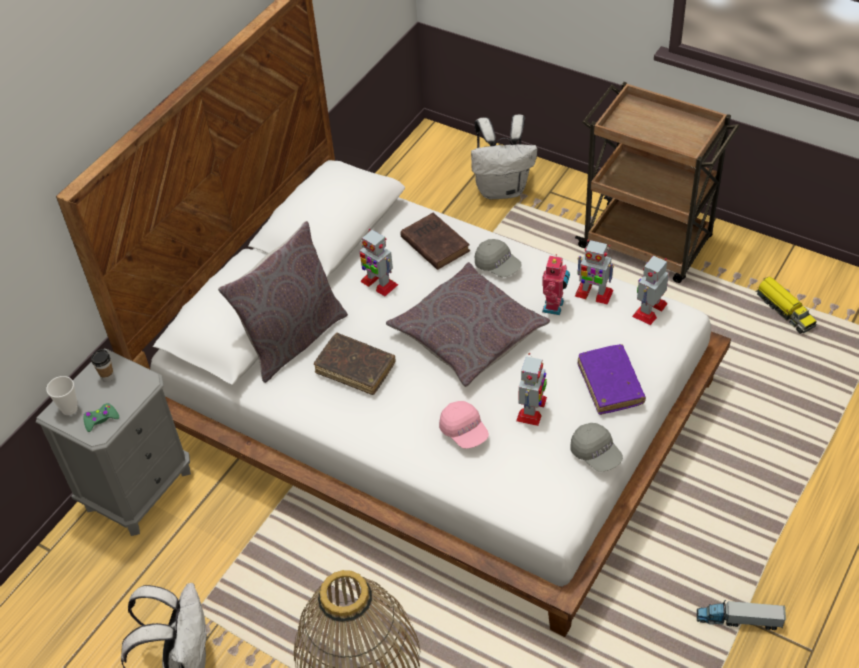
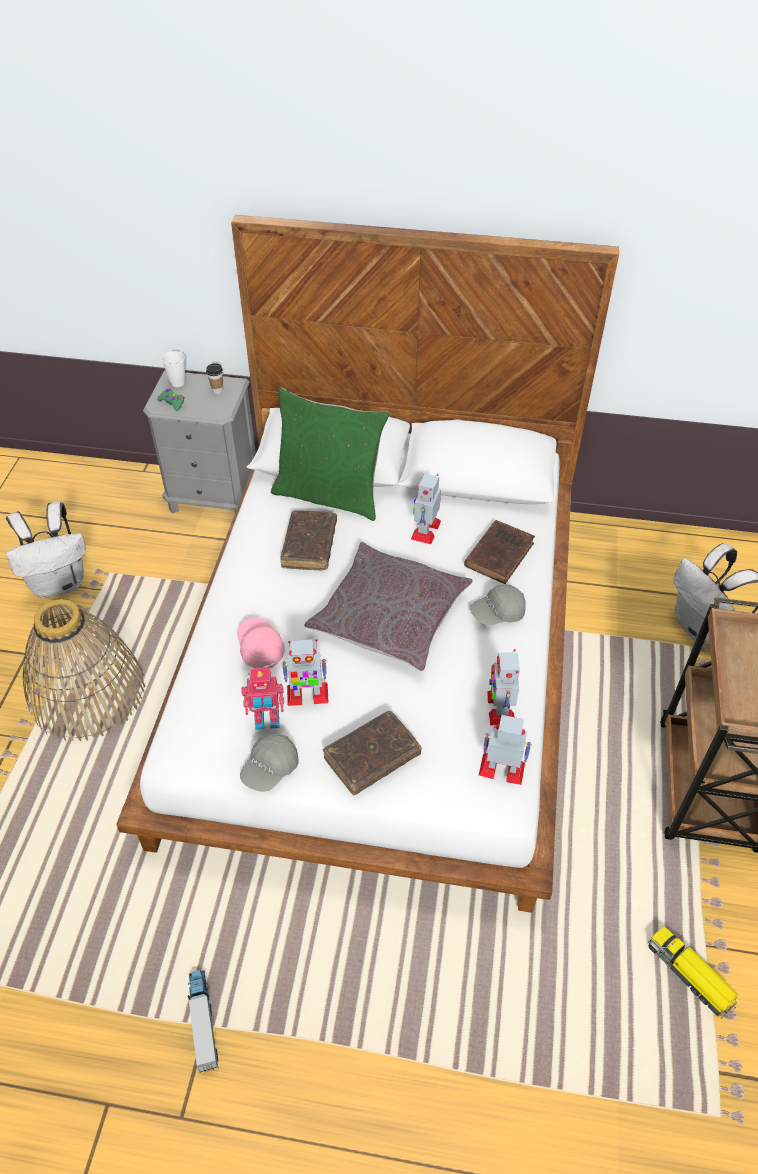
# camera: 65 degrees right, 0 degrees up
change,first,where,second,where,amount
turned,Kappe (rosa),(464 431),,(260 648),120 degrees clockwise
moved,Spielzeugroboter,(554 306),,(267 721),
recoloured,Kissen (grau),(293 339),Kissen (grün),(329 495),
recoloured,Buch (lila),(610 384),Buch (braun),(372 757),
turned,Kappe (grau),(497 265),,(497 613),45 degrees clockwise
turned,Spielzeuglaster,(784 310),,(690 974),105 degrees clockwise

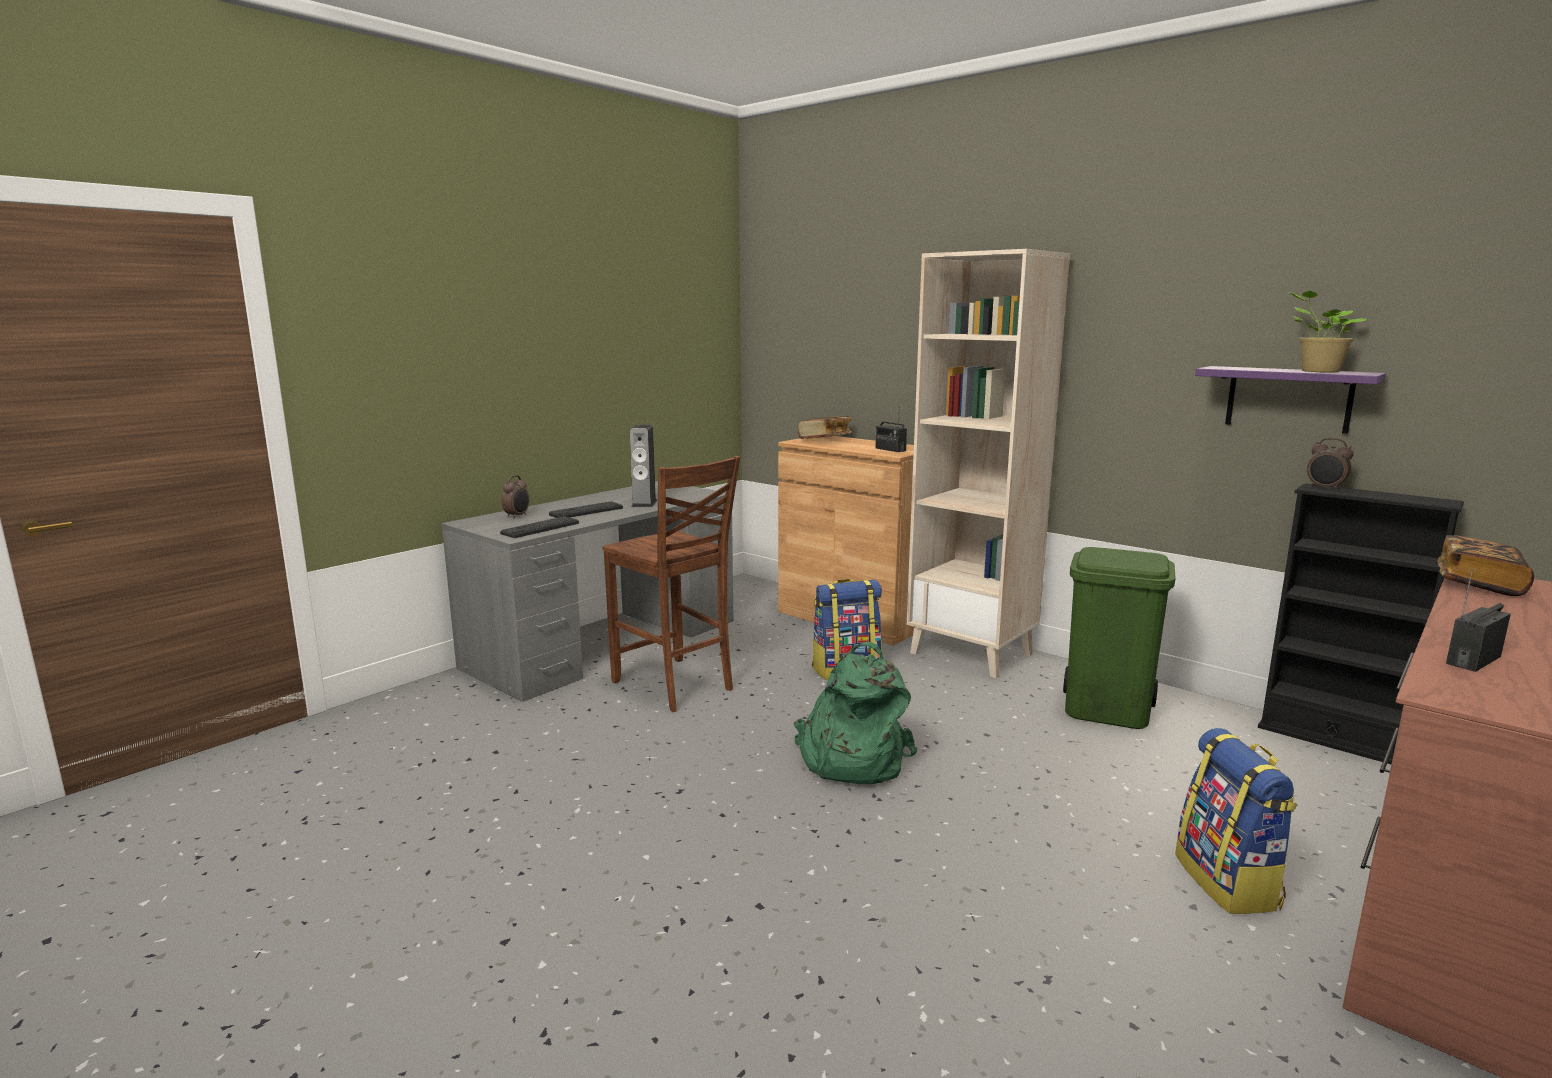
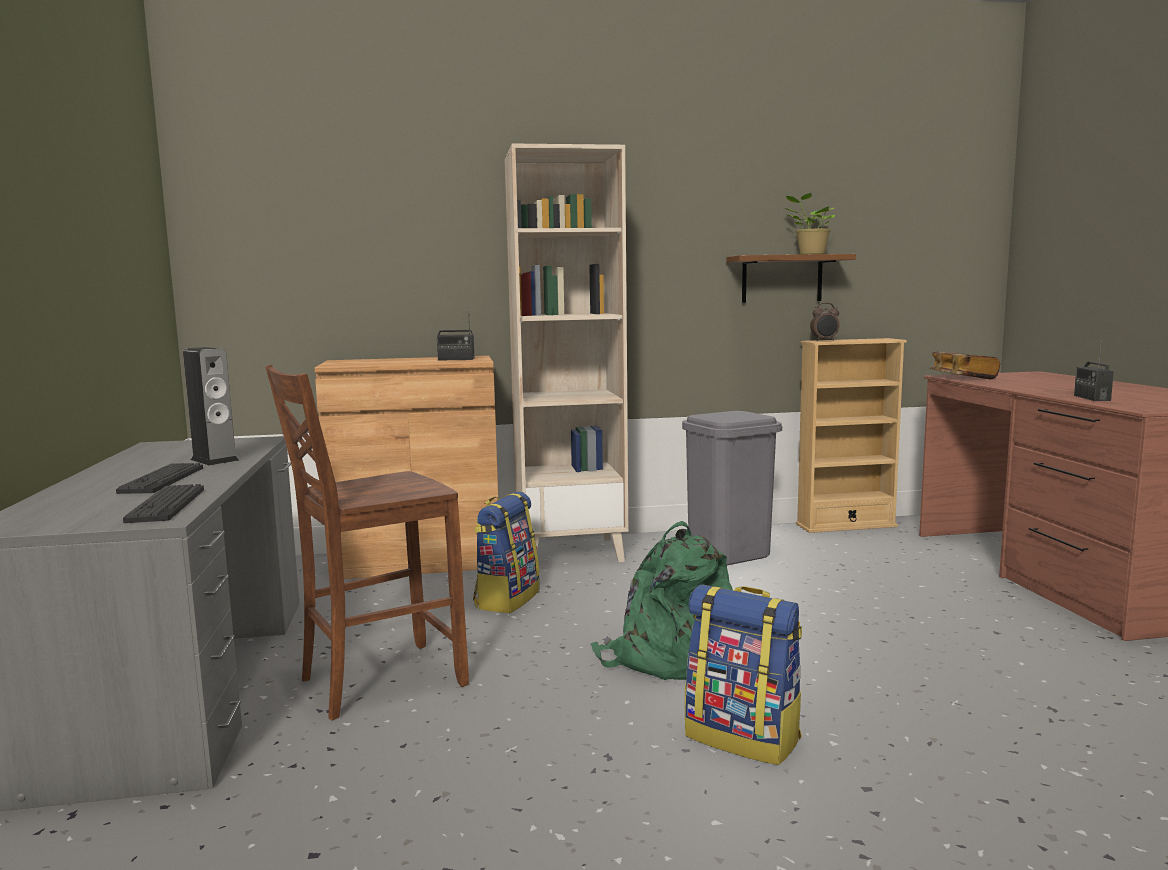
# camera: 50 degrees left, 5 degrees down
change,first,where,second,where,amount
turned,Stuhl (braun),(674 686),,(378 681),150 degrees clockwise
recoloured,Mülleimer (grün),(1108 710),Mülleimer (grau),(729 554),
moved,Rucksack,(1228 882),,(744 737),
recoloured,Wandregal (lila),(1288 399),Wandregal (braun),(782 279),
recoloured,Bücherregal (schwarz),(1332 739),Bücherregal (beige),(845 525),
removed,Wecker,(517 516),,,
removed,Buch,(825 439),,,

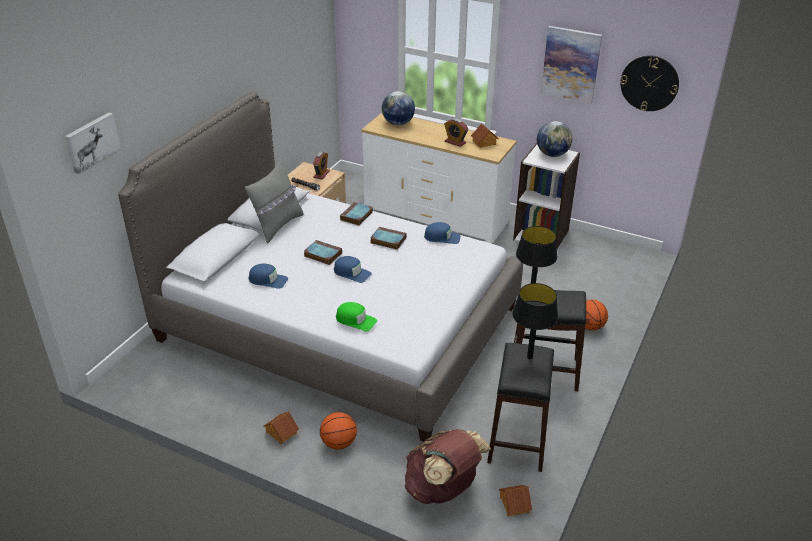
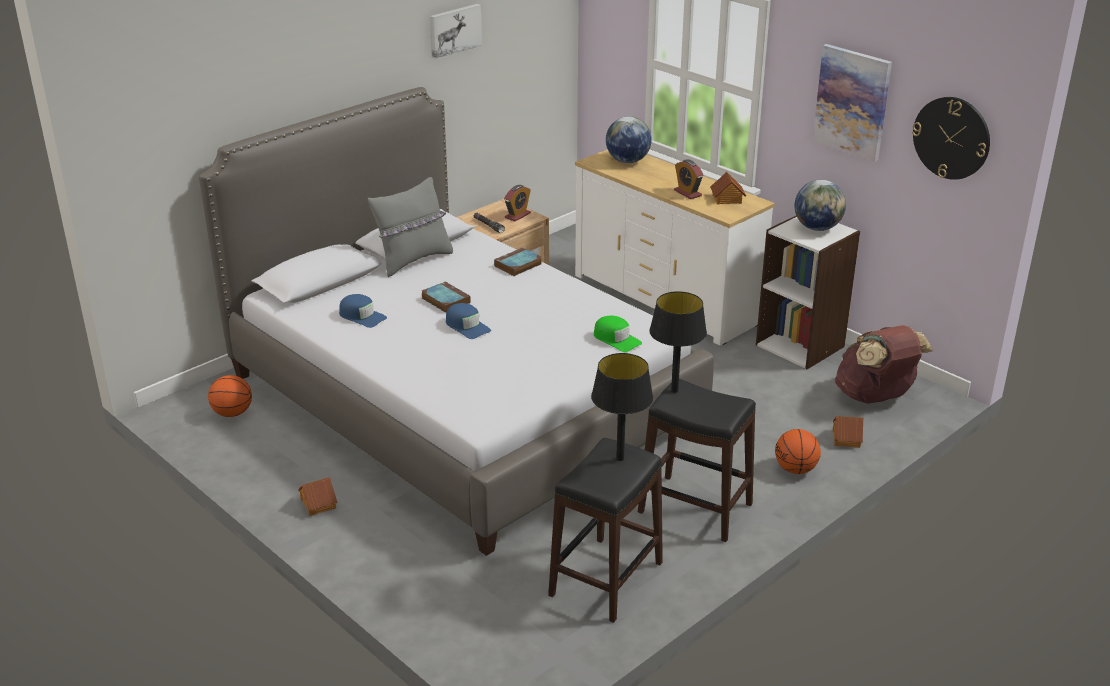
# camera: 20 degrees right, 5 degrees down
change,first,where,second,where,amount
moved,Basketball,(338 443),,(232 413),
moved,Bild,(91 142),,(454 30),
moved,Kappe (grün),(356 320),,(616 339),
moved,Spielzeughaus,(514 504),,(845 438),
moved,Rucksack (braun),(442 489),,(875 397),
removed,Buch,(387 240),,,
removed,Kappe (blau),(442 237),,,

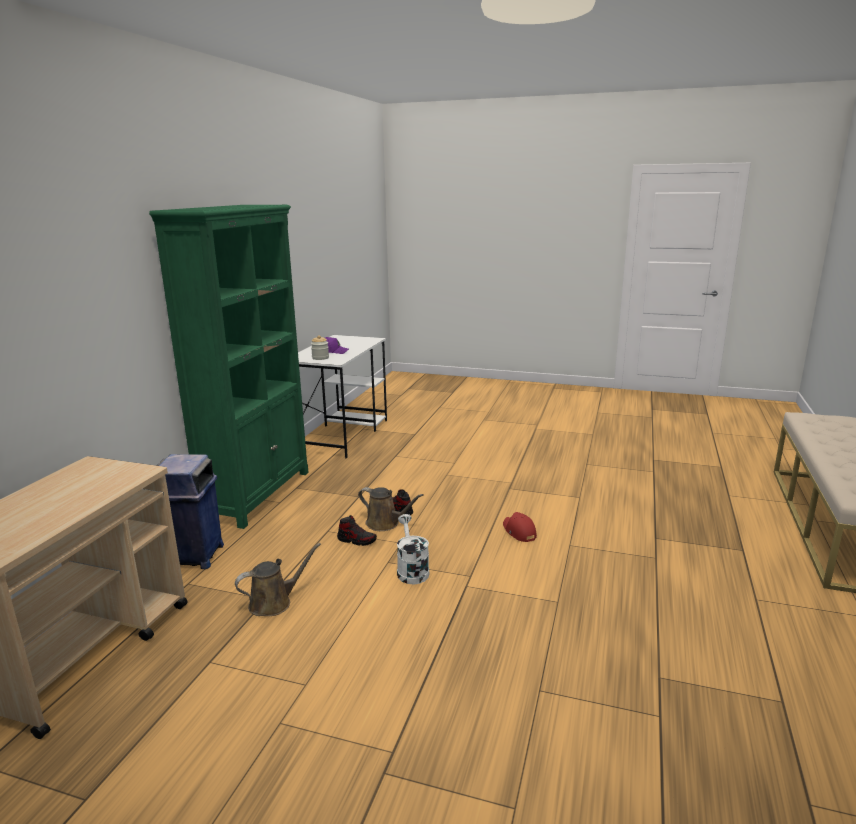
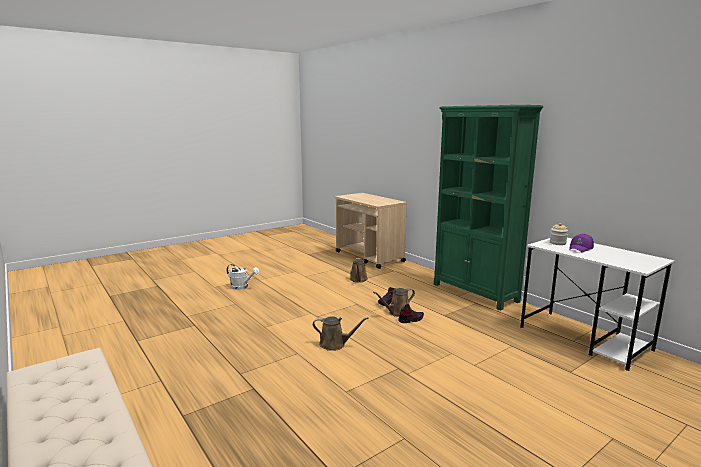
# camera: 125 degrees right, 5 degrees down
change,first,where,second,where,amount
moved,Gießkanne (weiß),(411 570),,(242 287),
replaced,Kappe (rot),(518 532),Gießkanne (braun),(335 344),
removed,Mülleimer (blau),(194 556),,,

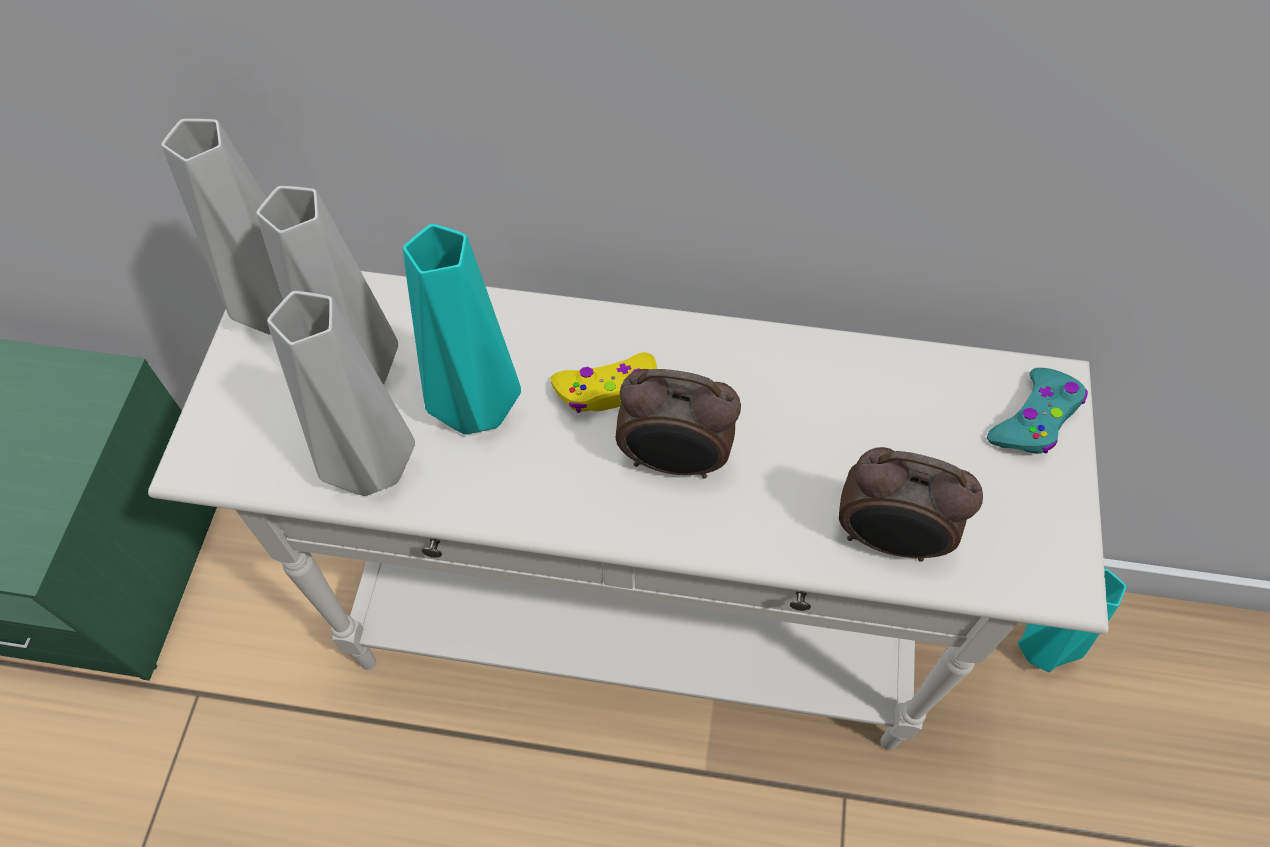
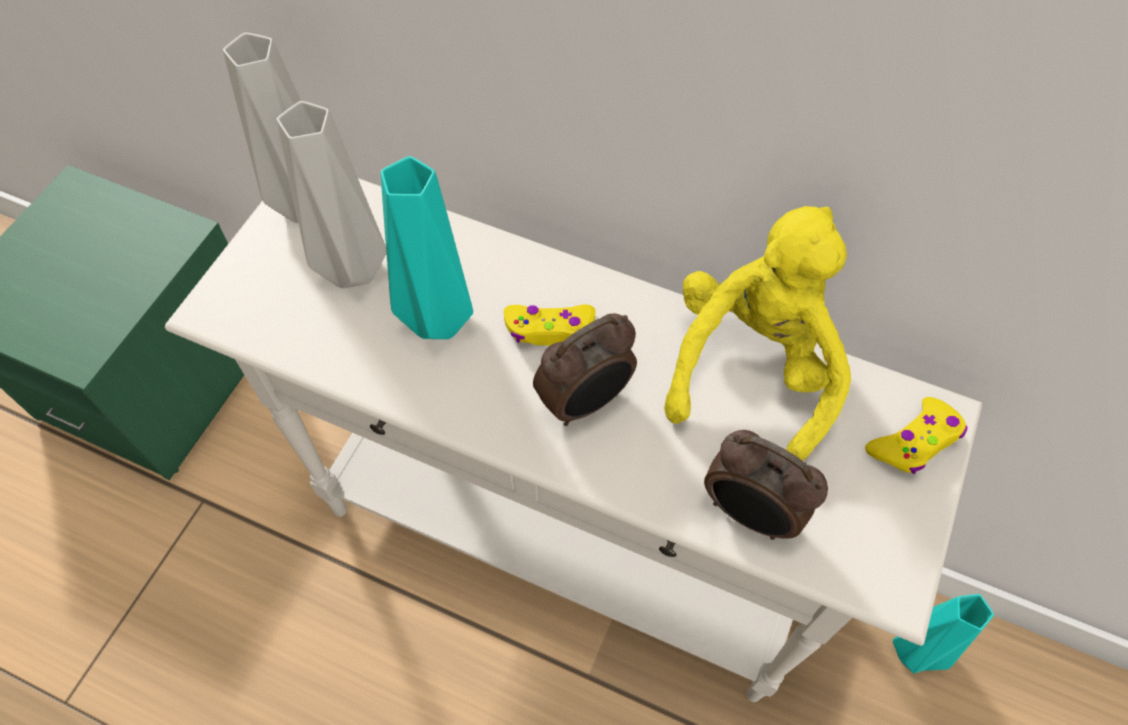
# camera: 15 degrees right, 0 degrees up
change,first,where,second,where,amount
turned,Wecker,(674 461),,(586 401),60 degrees counterclockwise
added,,,Plüschtier (gelb),(752 367),
recoloured,Gamepad (türkis),(1034 419),Gamepad (gelb),(914 442),
removed,Vase (grau),(369 471),,,

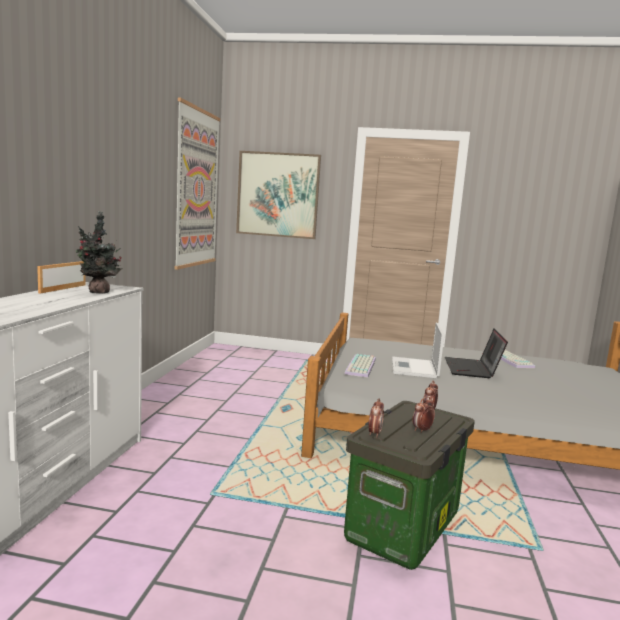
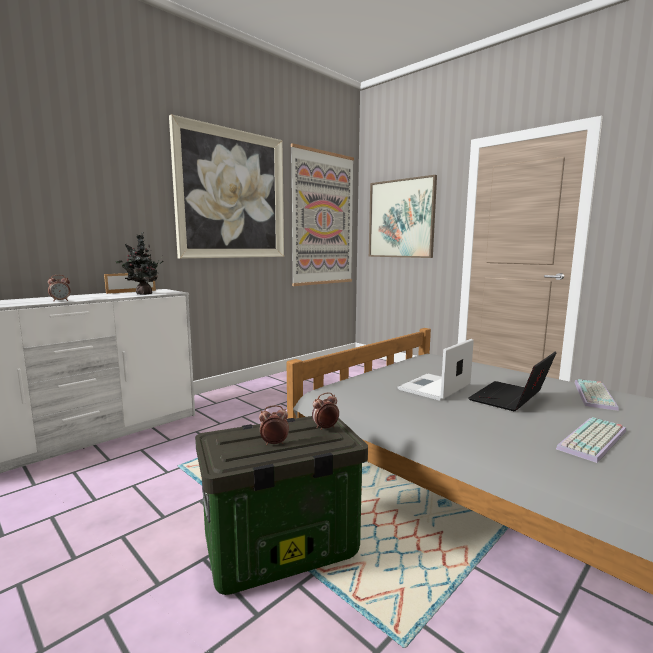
# camera: 35 degrees right, 0 degrees up
change,first,where,second,where,amount
moved,Wecker,(374 433),,(60 301),
added,,,Bild,(232 195),
moved,Tastatur,(362 367),,(594 441),

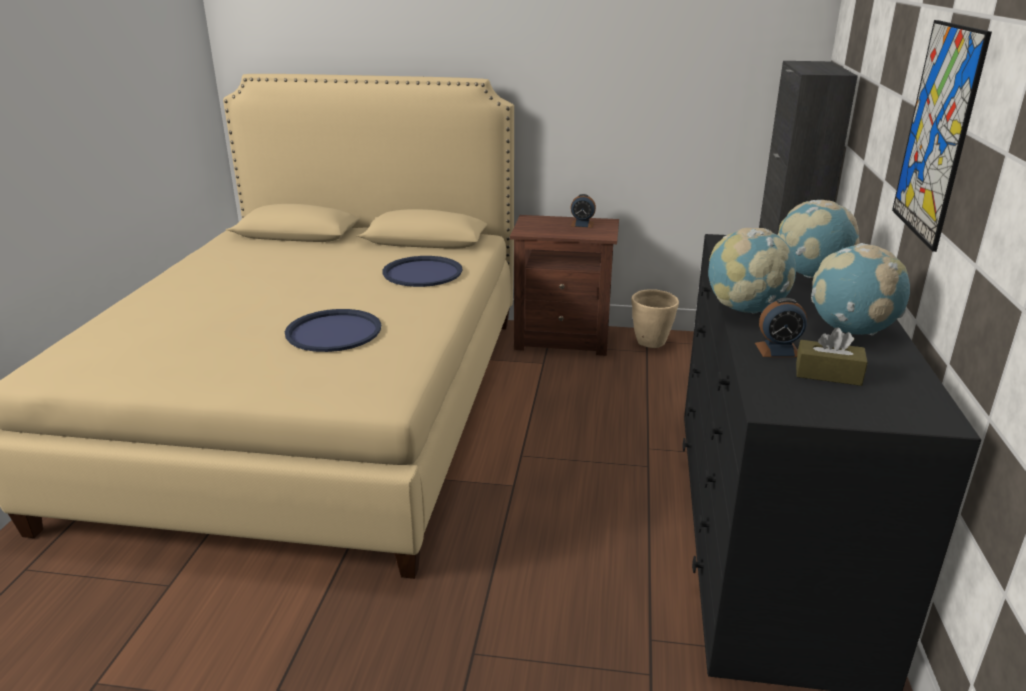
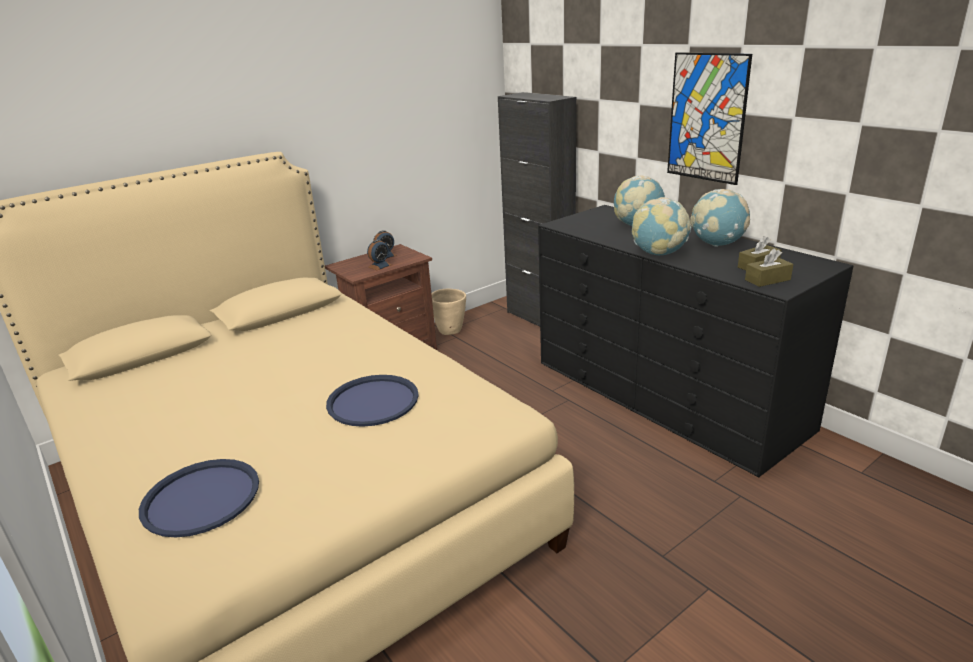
# camera: 45 degrees left, 0 degrees up
change,first,where,second,where,amount
moved,Tablett (blau),(422 273),,(201 498),
moved,Wecker,(778 350),,(380 266),
added,,,Taschentuchbox (braun),(767 280),

